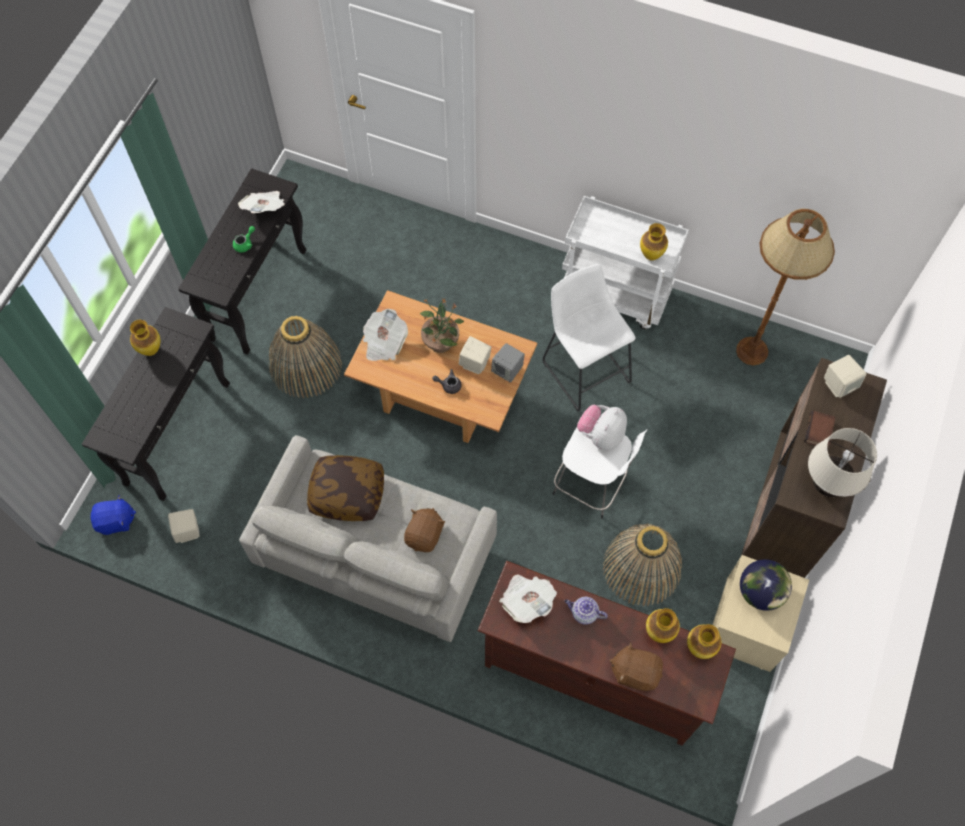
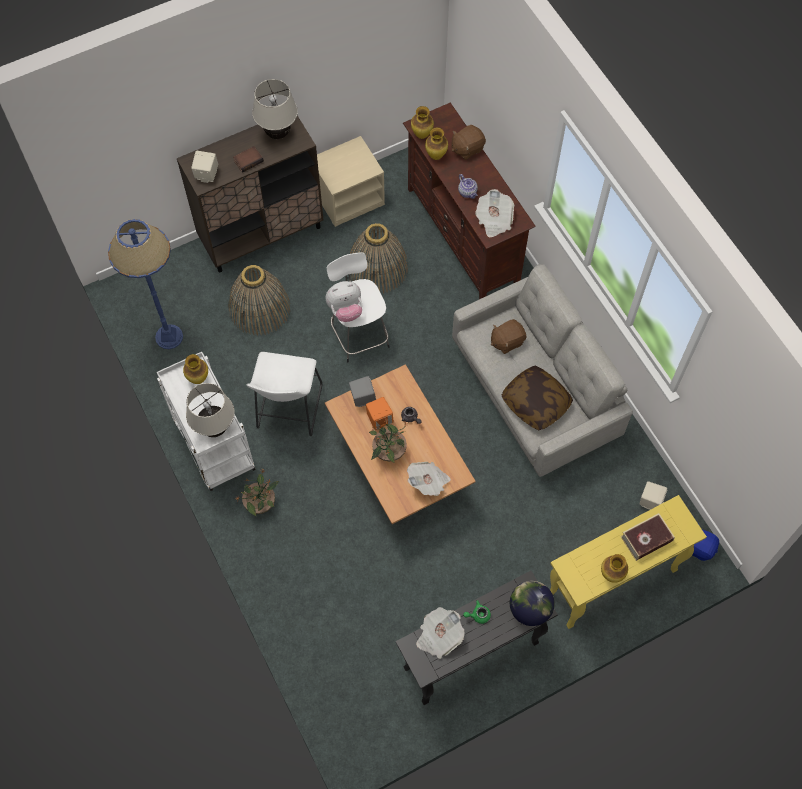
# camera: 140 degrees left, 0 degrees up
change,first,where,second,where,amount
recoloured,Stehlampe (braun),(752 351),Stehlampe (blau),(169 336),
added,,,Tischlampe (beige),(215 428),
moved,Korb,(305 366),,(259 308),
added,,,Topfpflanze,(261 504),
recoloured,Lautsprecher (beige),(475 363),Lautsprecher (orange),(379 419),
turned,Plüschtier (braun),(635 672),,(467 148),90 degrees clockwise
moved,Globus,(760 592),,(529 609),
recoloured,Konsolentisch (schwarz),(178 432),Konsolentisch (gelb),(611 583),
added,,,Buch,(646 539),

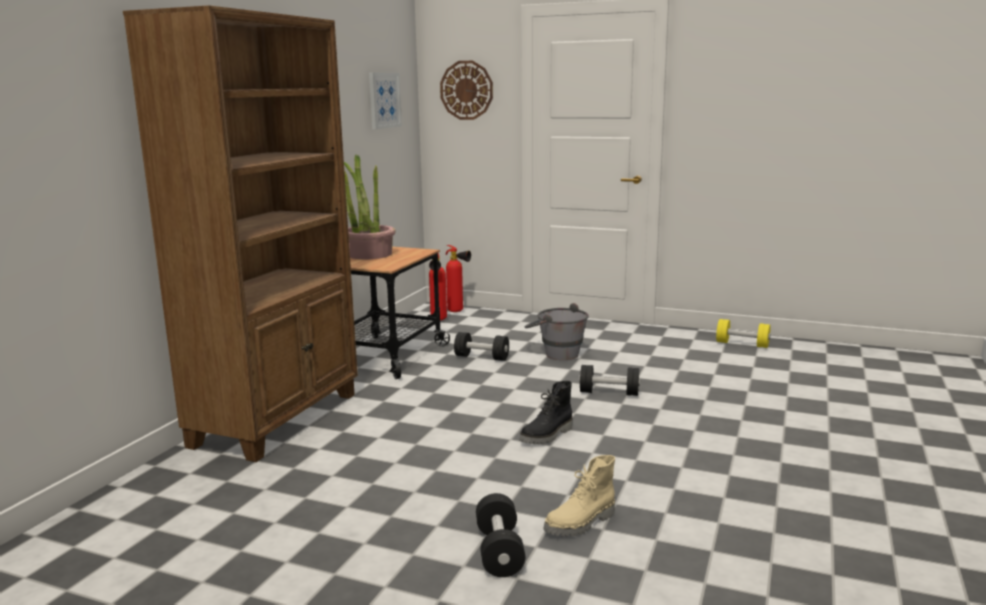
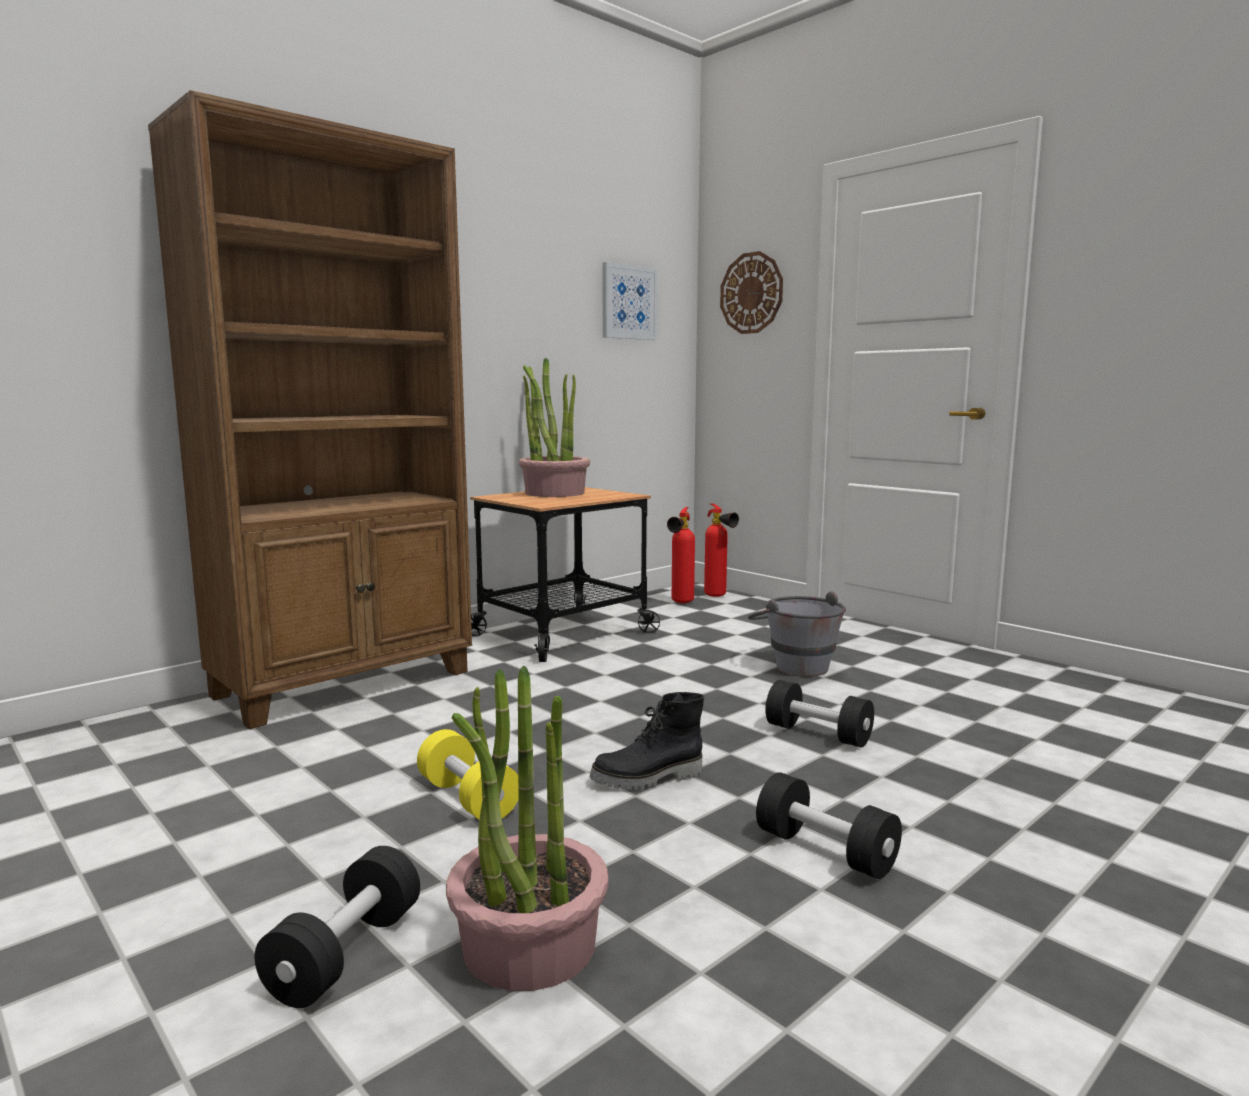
# camera: 25 degrees right, 5 degrees down
change,first,where,second,where,amount
moved,Hantel (gelb),(742 344),,(468 799),
replaced,Stiefel (beige),(581 524),Topfpflanze,(528 946),
moved,Hantel (schwarz),(482 357),,(825 851),

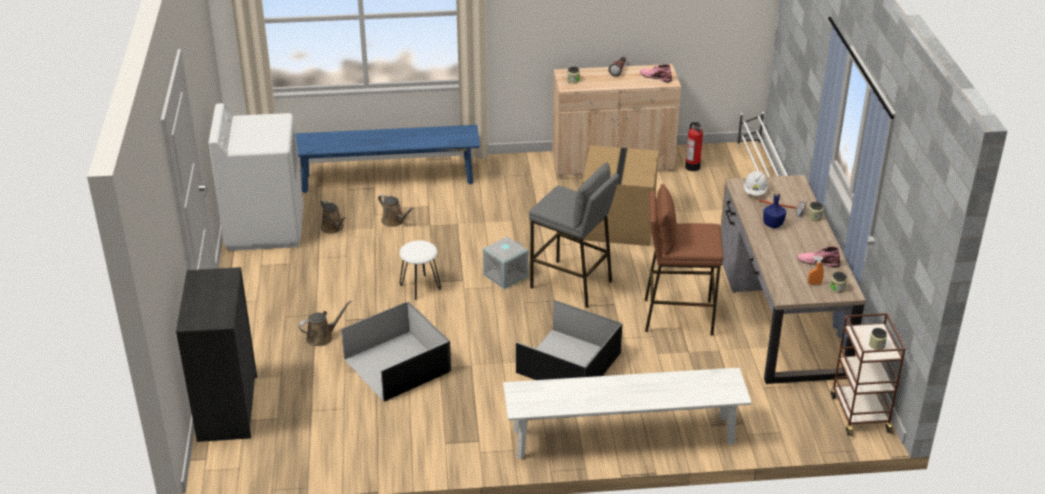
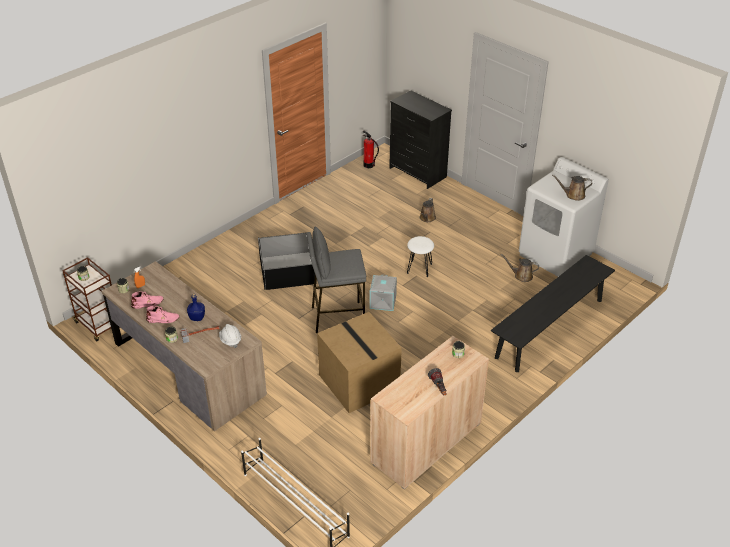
# camera: 140 degrees right, 5 degrees up
change,first,where,second,where,amount
moved,Stiefel (rosa),(655 77),,(163 319),
moved,Feuerlöscher,(692 167),,(368 165),
recoloured,Bank (blau),(387 179),Bank (schwarz),(549 328),
moved,Gießkanne (braun),(394 221),,(573 195),
removed,Aufbewahrungsbox (schwarz),(396 364),,,
removed,Bank (weiß),(623 437),,,
removed,Hocker (braun),(677 316),,,

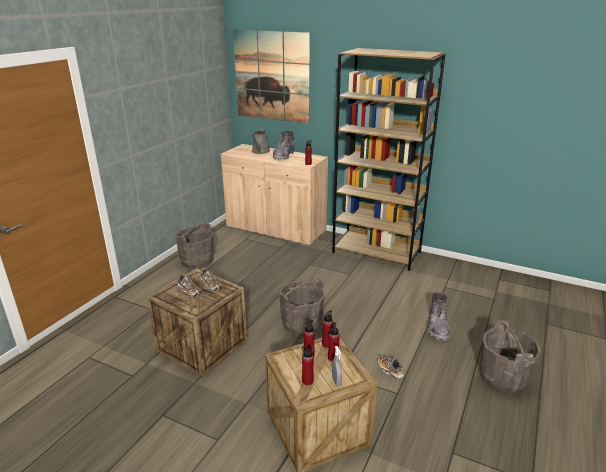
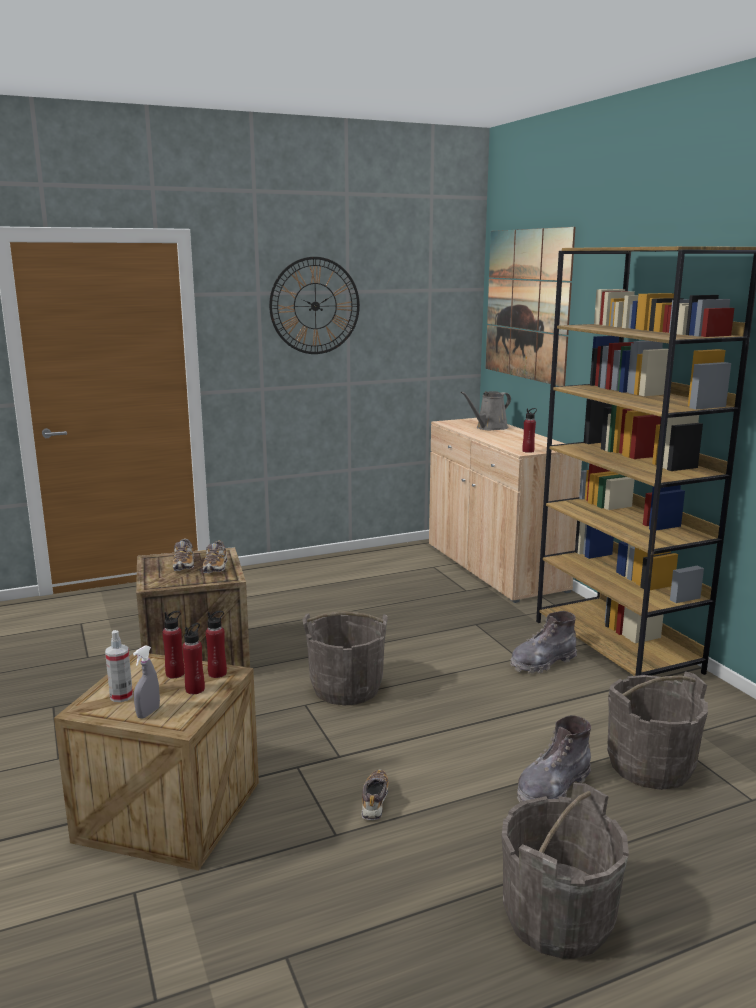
# camera: 40 degrees right, 10 degrees down
change,first,where,second,where,amount
replaced,Flasche (rot),(307 381),Sprühflasche,(121 696),
added,,,Wanduhr,(315 306),
moved,Stiefel (grau),(283 156),,(542 663),
moved,Eimer (grau),(197 261),,(649 765),

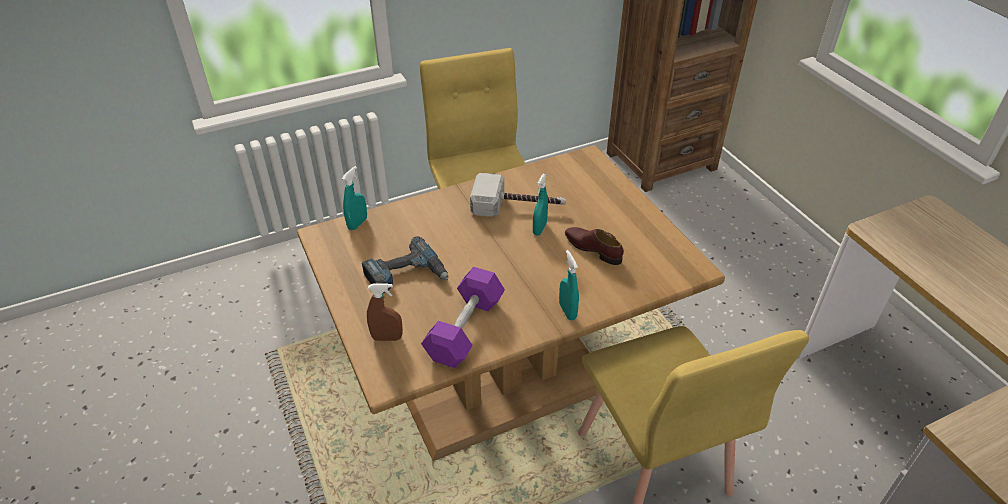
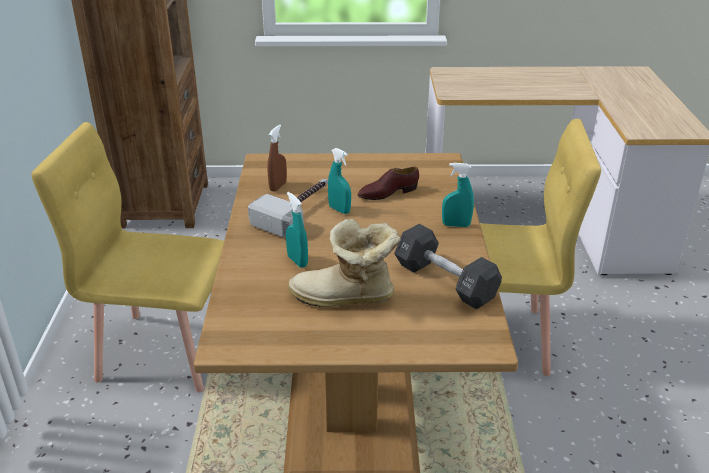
# camera: 65 degrees left, 10 degrees down
change,first,where,second,where,amount
moved,Sprühflasche (braun),(387 338),,(278 186),
moved,Sprühflasche (türkis),(357 224),,(297 261),
replaced,Bohrmaschine,(406 275),Stiefel,(345 299),
recoloured,Hantel (lila),(465 329),Hantel (schwarz),(445 282),

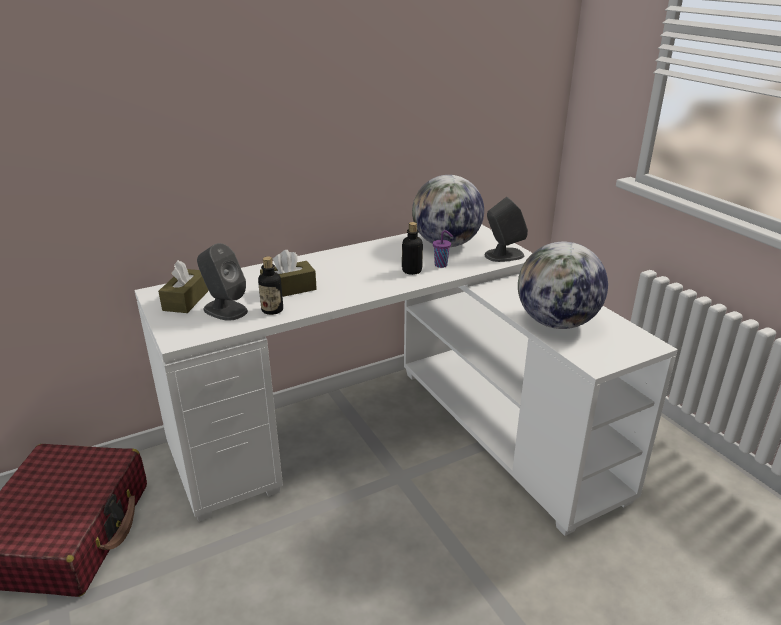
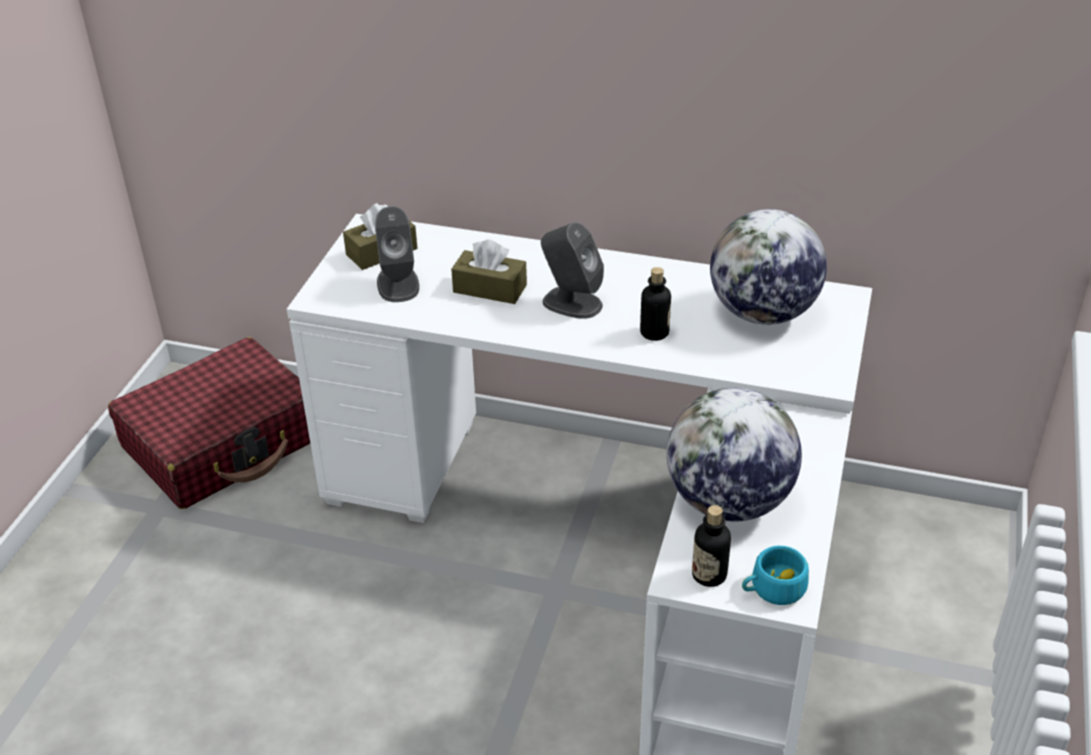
# camera: 45 degrees right, 10 degrees up
change,first,where,second,where,amount
moved,Lautsprecher (grau),(503 255),,(571 303),
moved,Flasche,(272 310),,(709 575),
added,,,Tasse (türkis),(772 589),
removed,Tasse (lila),(441 265),,,

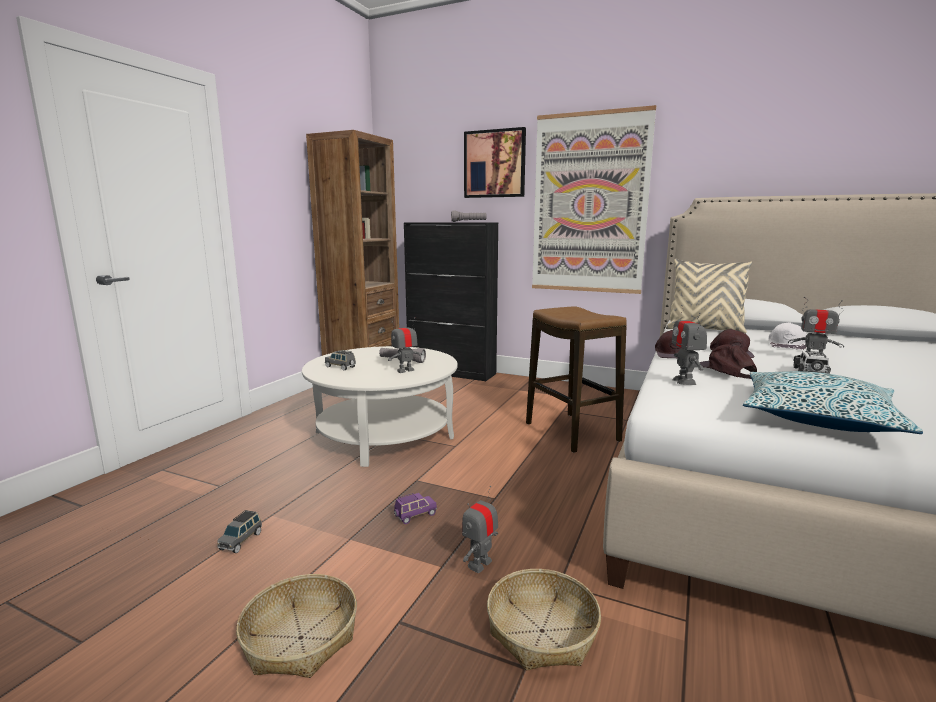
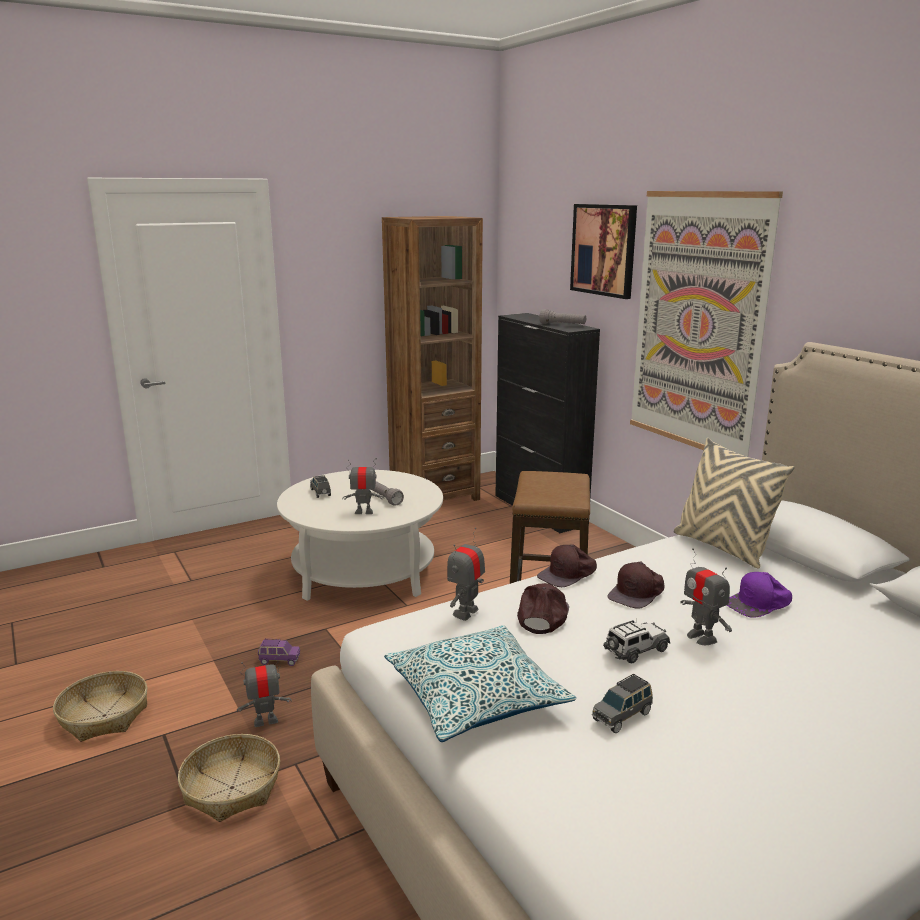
# camera: 35 degrees right, 5 degrees up
change,first,where,second,where,amount
moved,Spielzeugauto (grau),(241 541),,(622 716),
recoloured,Kappe (weiß),(787 345),Kappe (lila),(759 603),

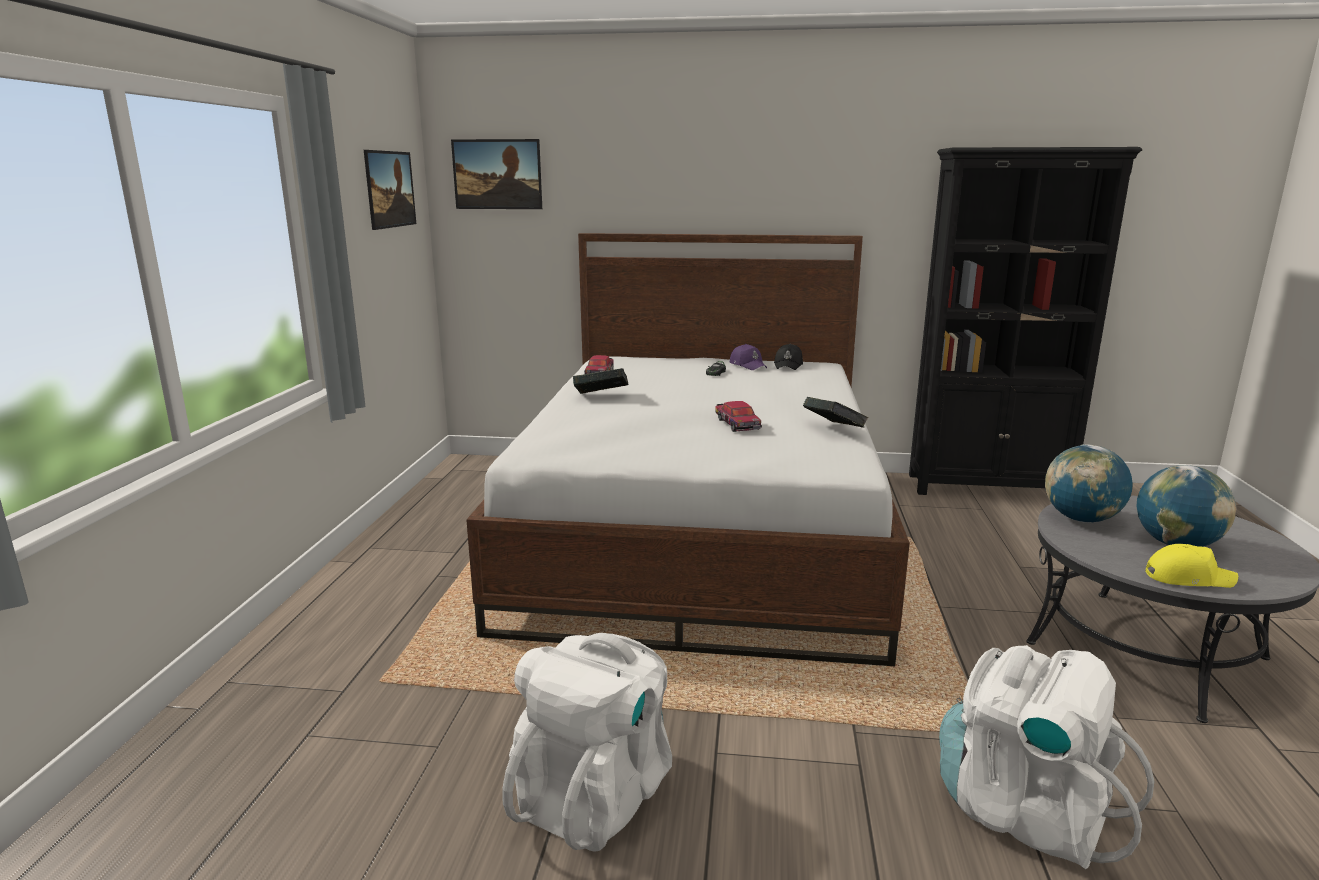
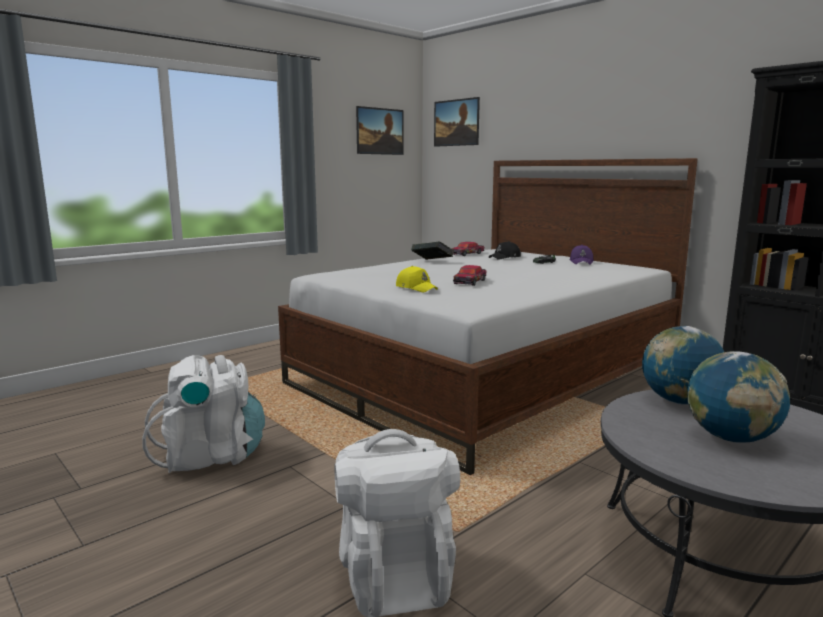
# camera: 40 degrees right, 5 degrees down
change,first,where,second,where,amount
moved,Kappe (gelb),(1187 578),,(416 288),
moved,Kappe (schwarz),(788 365),,(505 257),
removed,Buch,(833 430),,,

